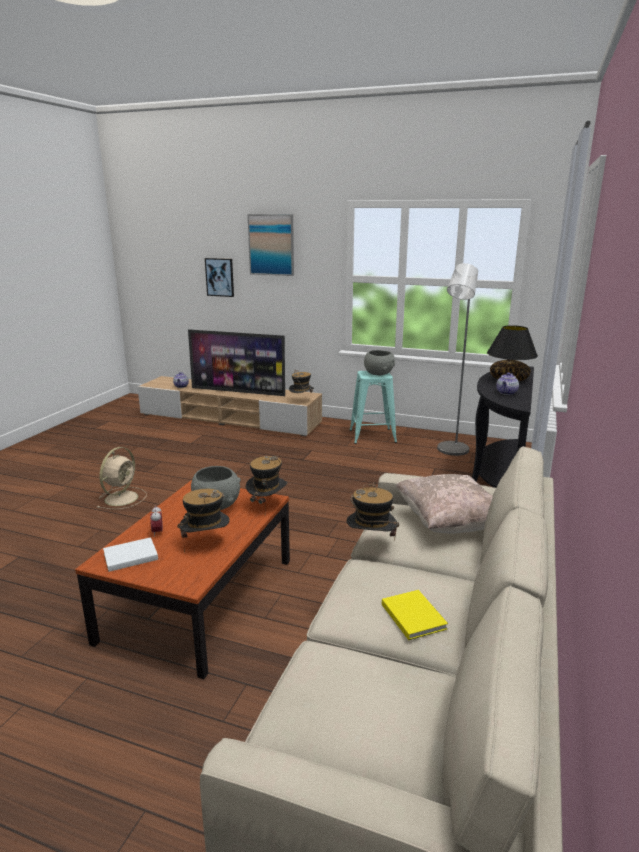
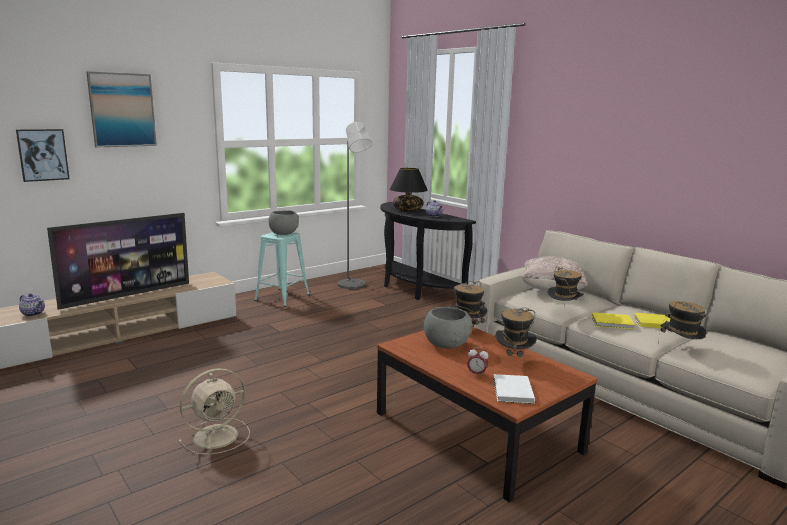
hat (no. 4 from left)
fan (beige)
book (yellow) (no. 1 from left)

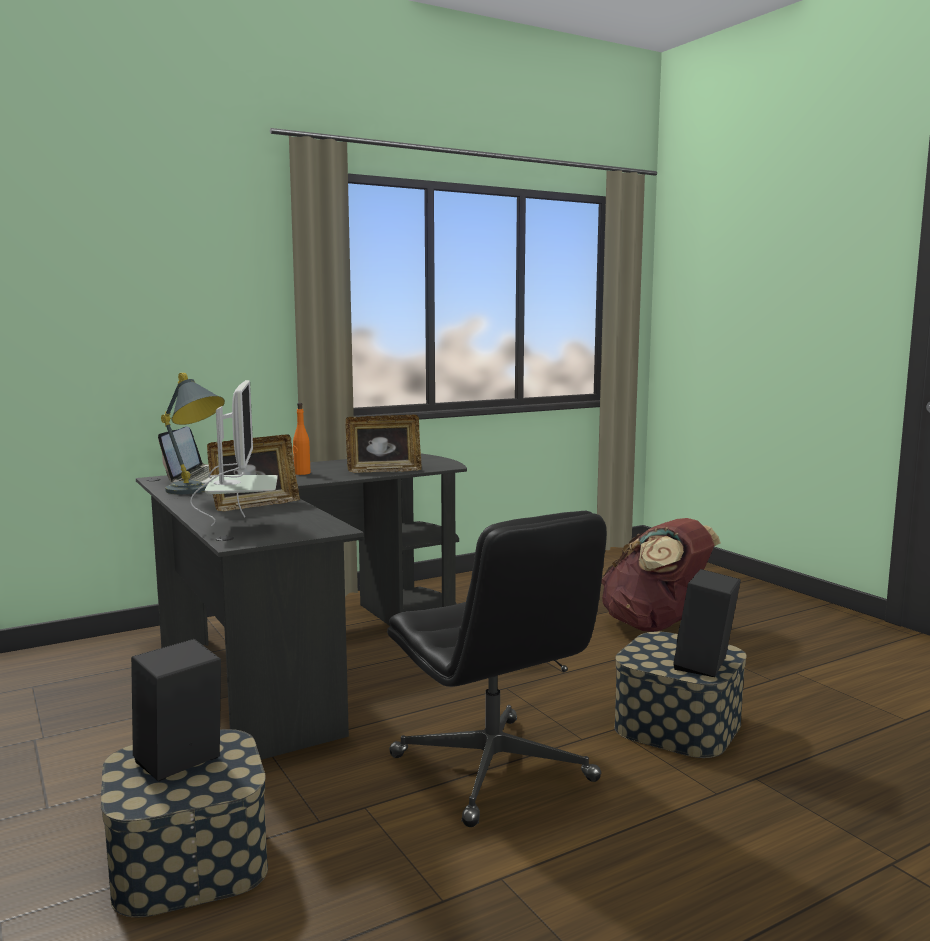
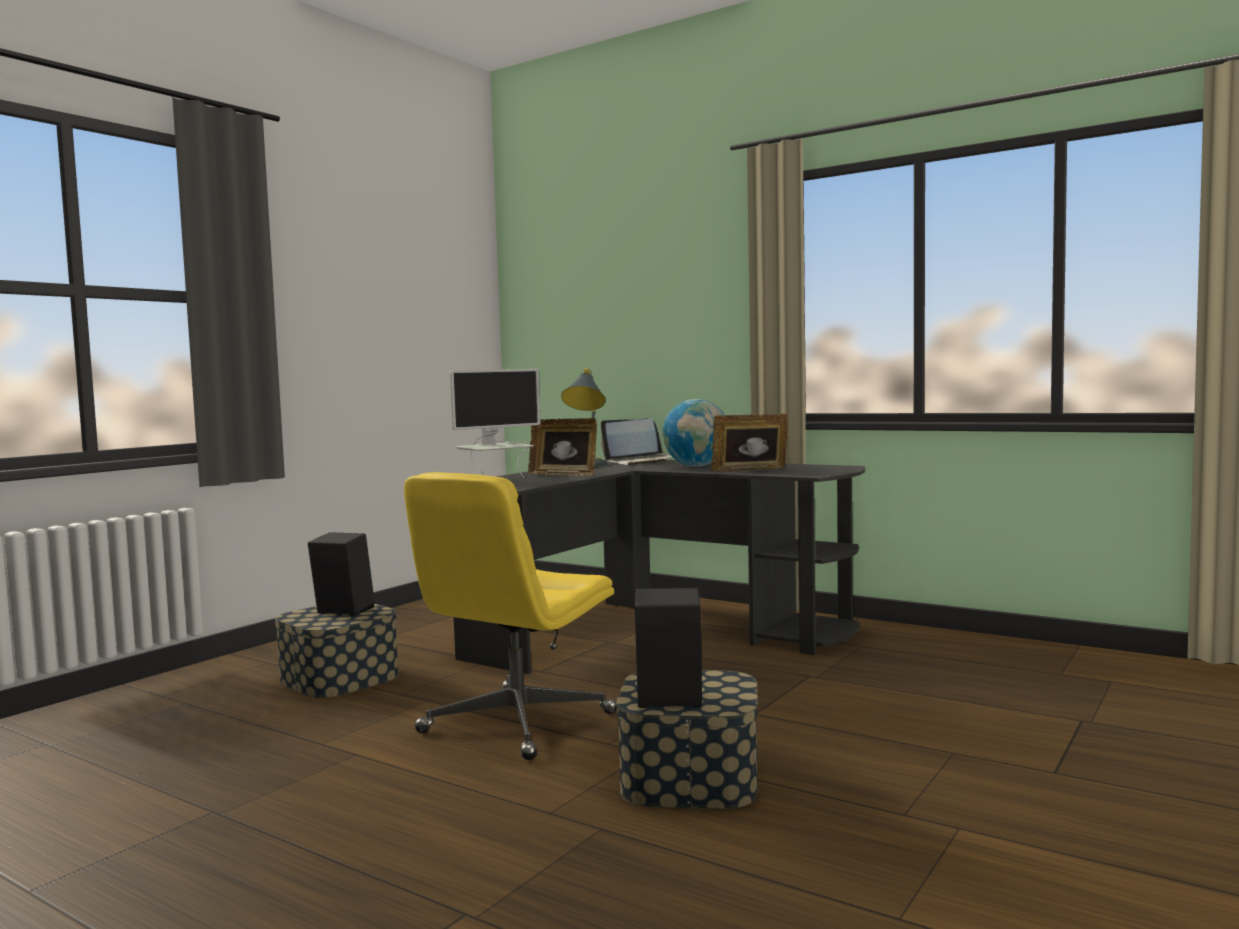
globe
picture frame (no. 2 from left)
office chair (yellow)
backpack (brown)

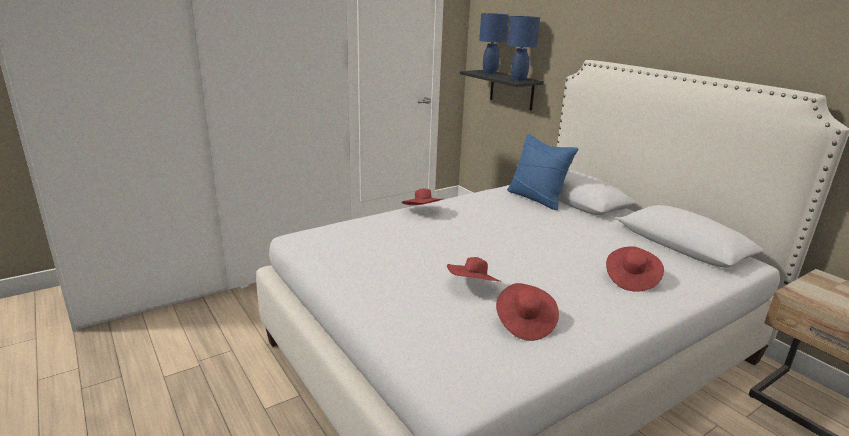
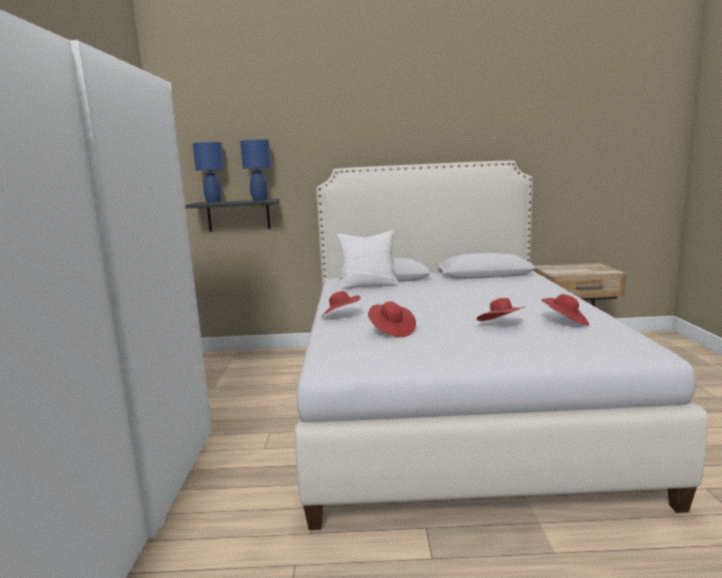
pillow (white)
hat (red) (no. 2 from left)

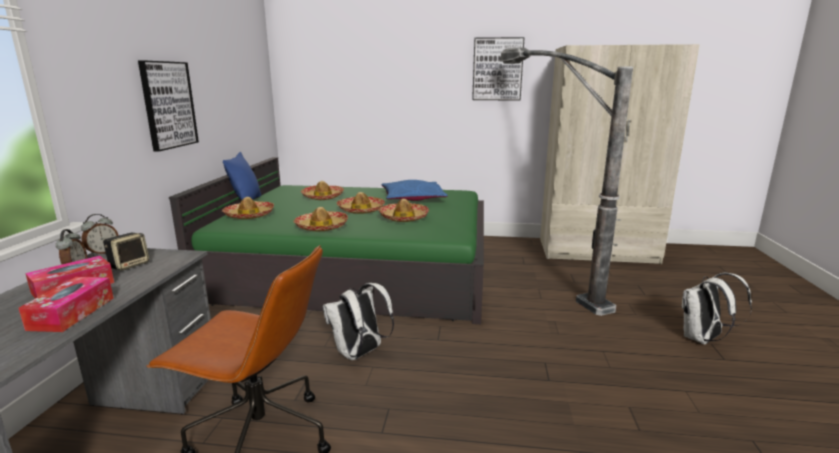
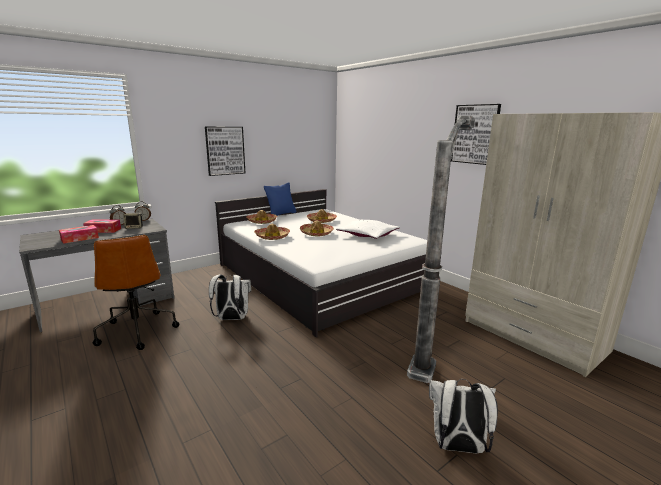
bed (white)
pillow (white)
hat (no. 5 from left in the first image)

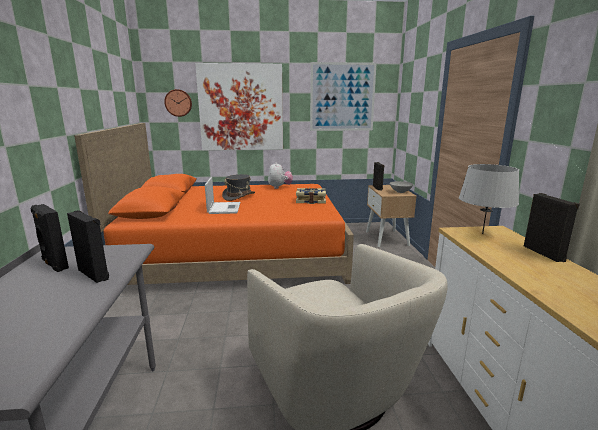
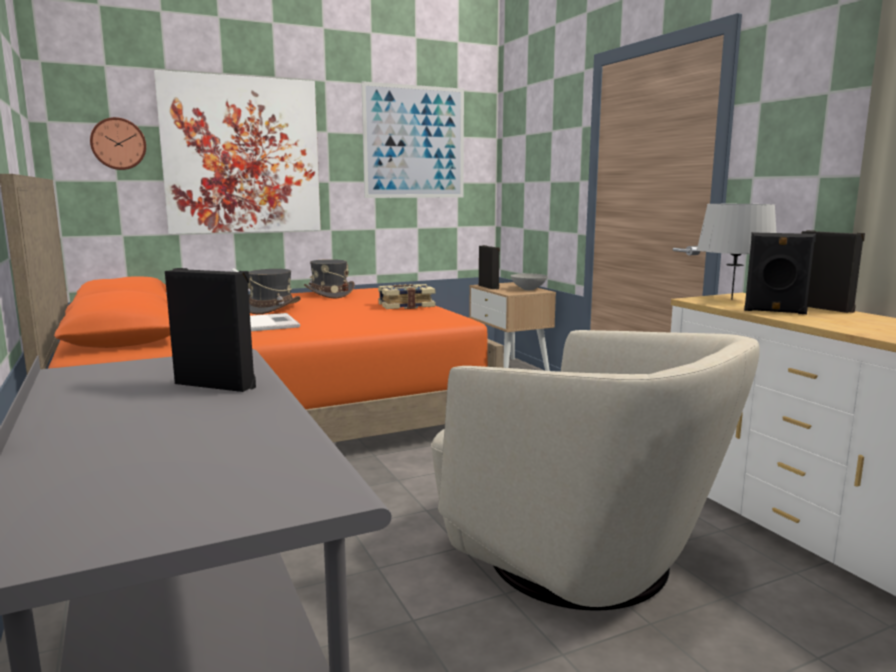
hat (grey) (no. 2 from left)
speaker (black) (no. 3 from left)

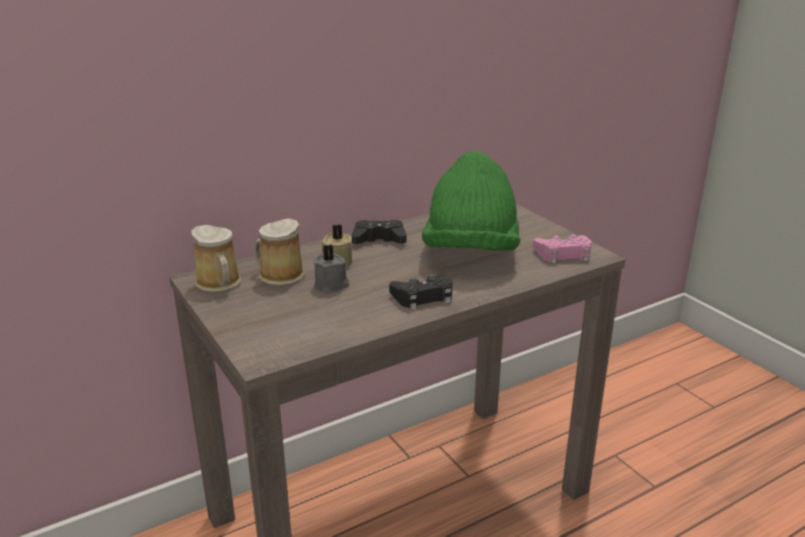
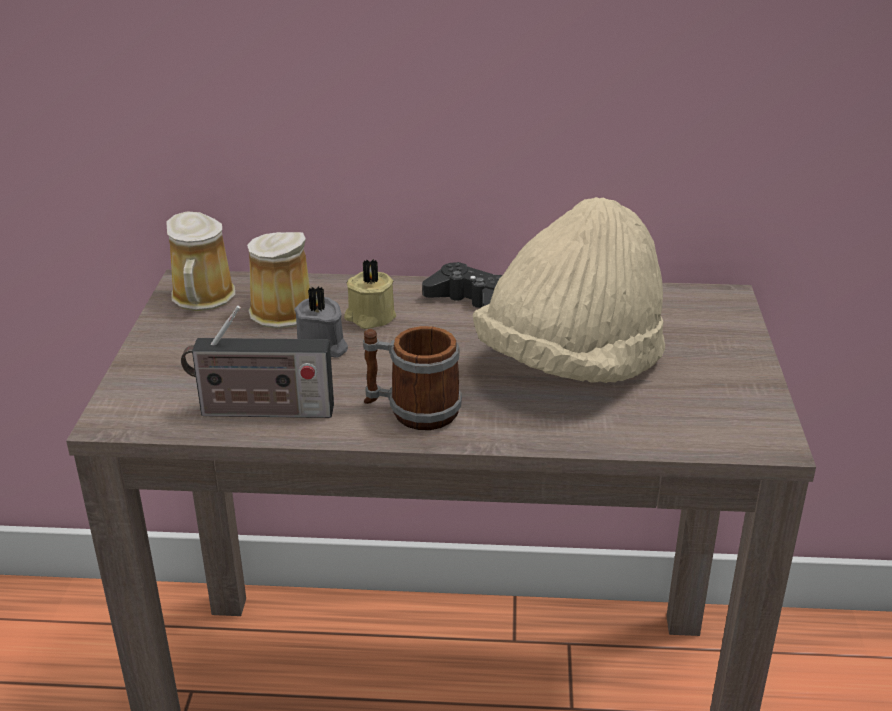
hat (beige)
game controller (pink)
mug (no. 3 from left)
radio

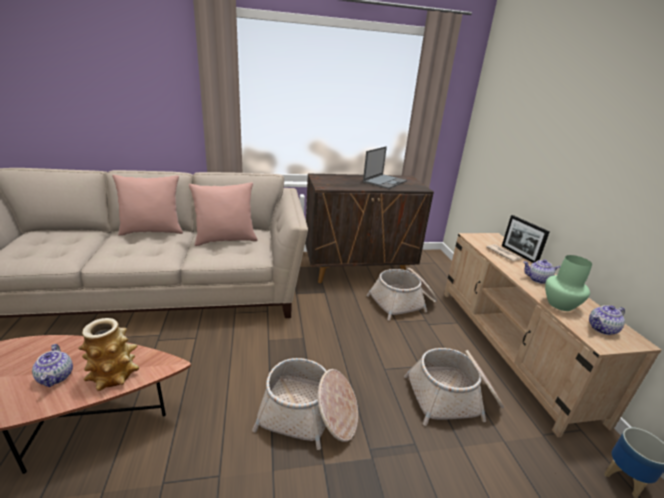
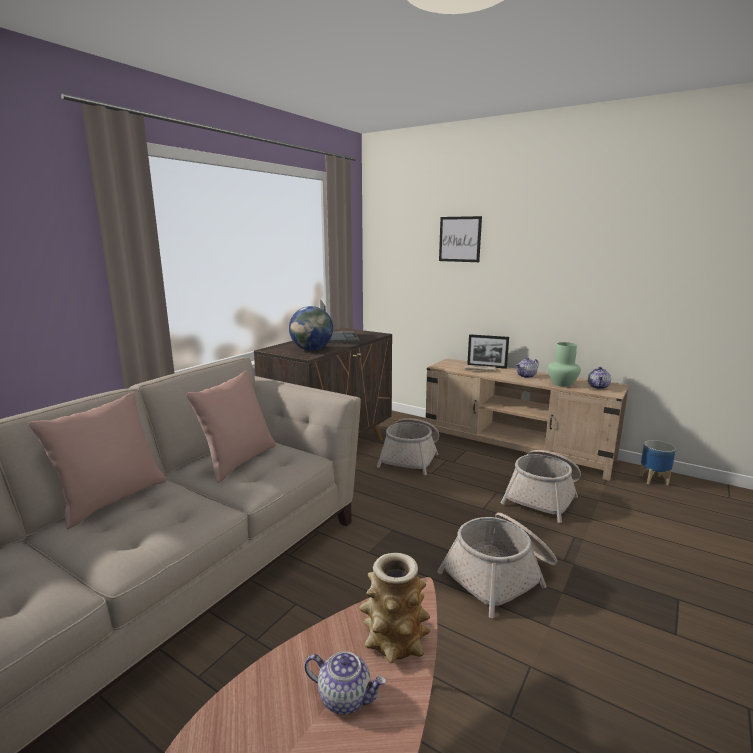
picture
globe

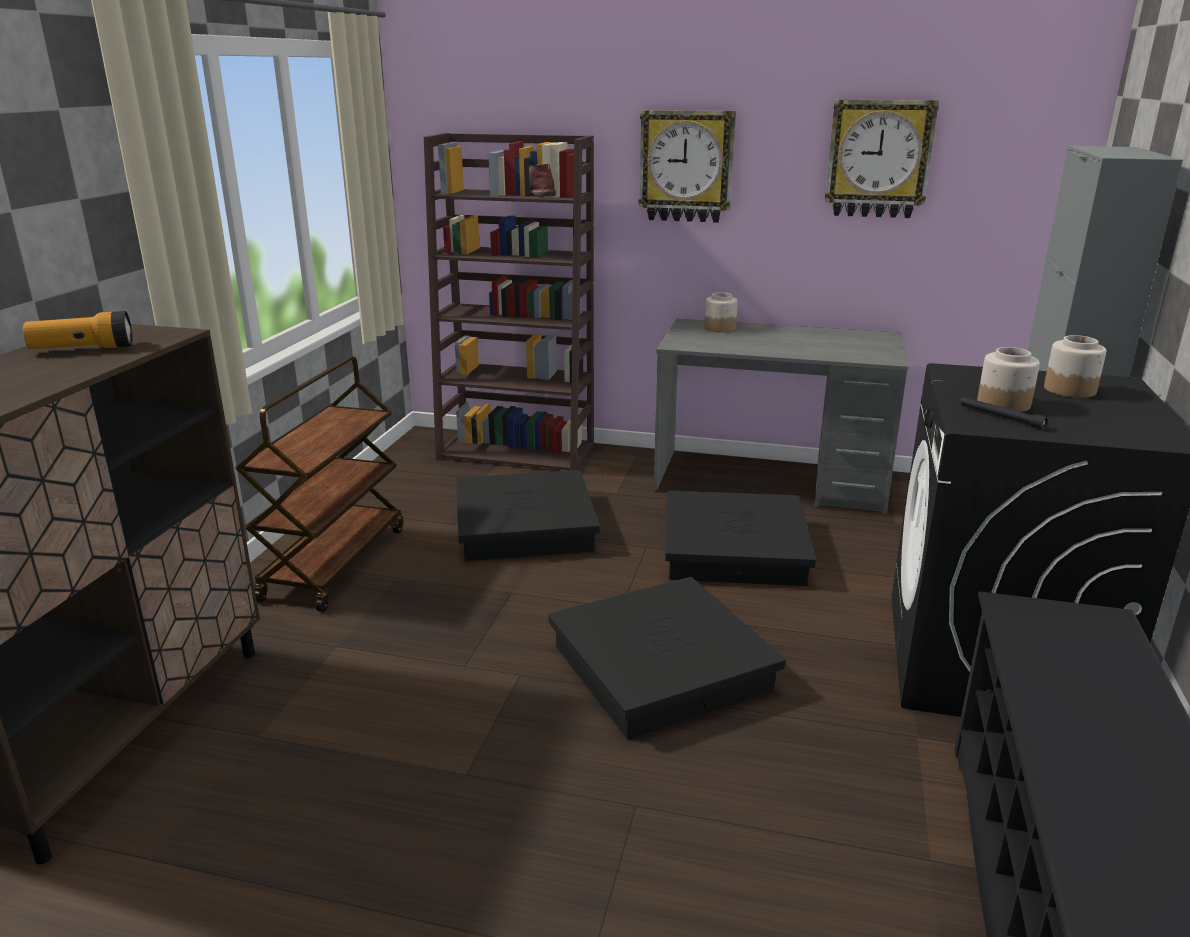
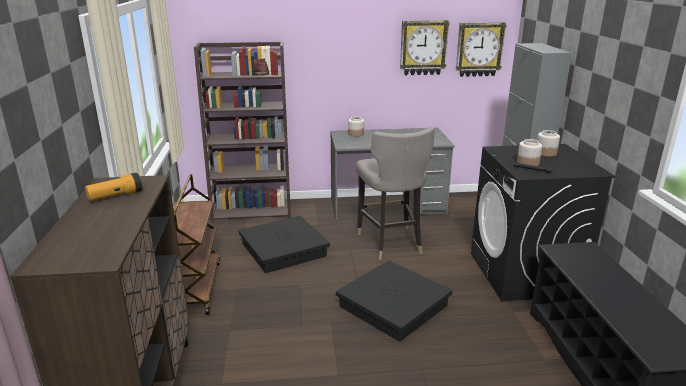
wall clock (no. 2 from left)
stool (grey)

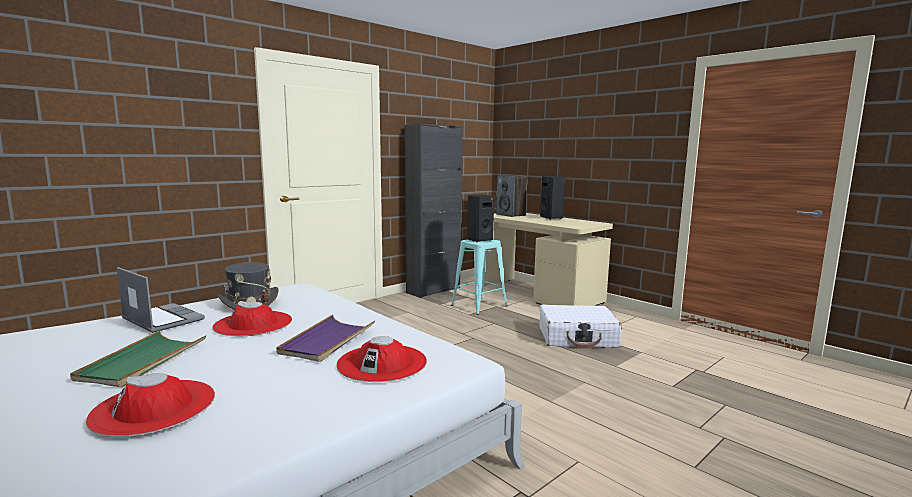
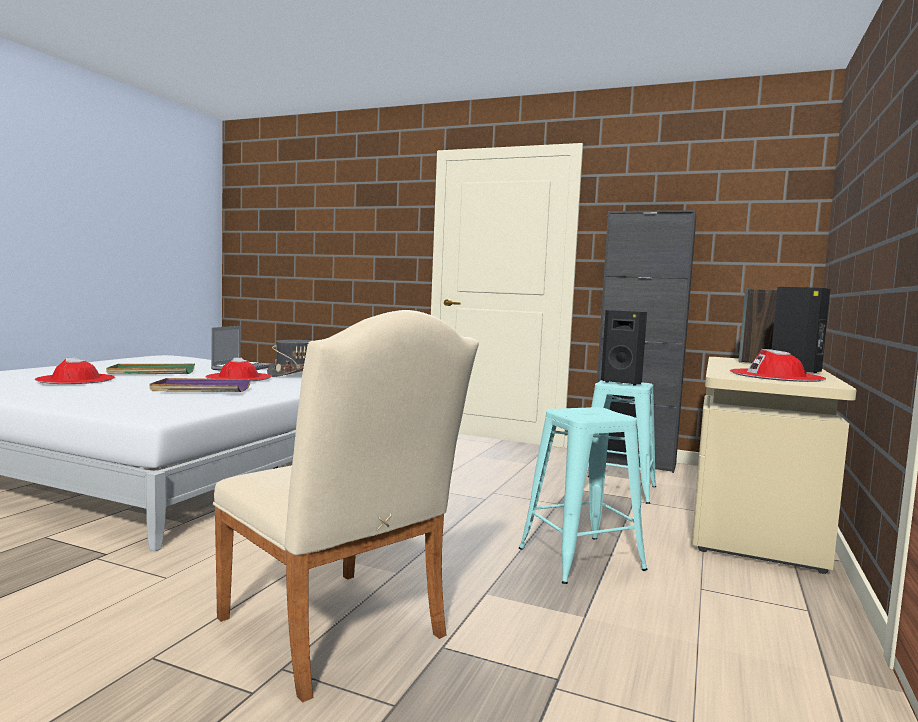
stool (turquoise) (no. 1 from left)
hat (red) (no. 3 from left)
chair (beige)

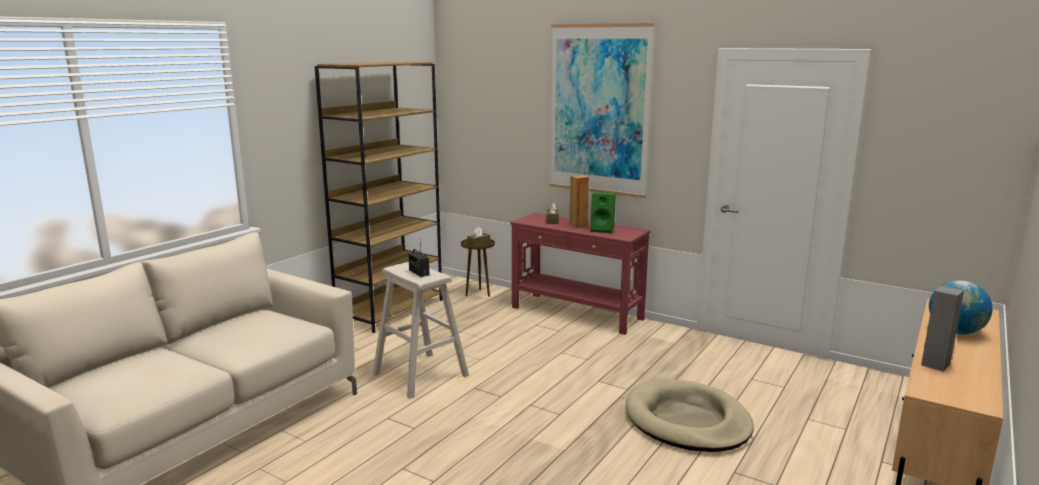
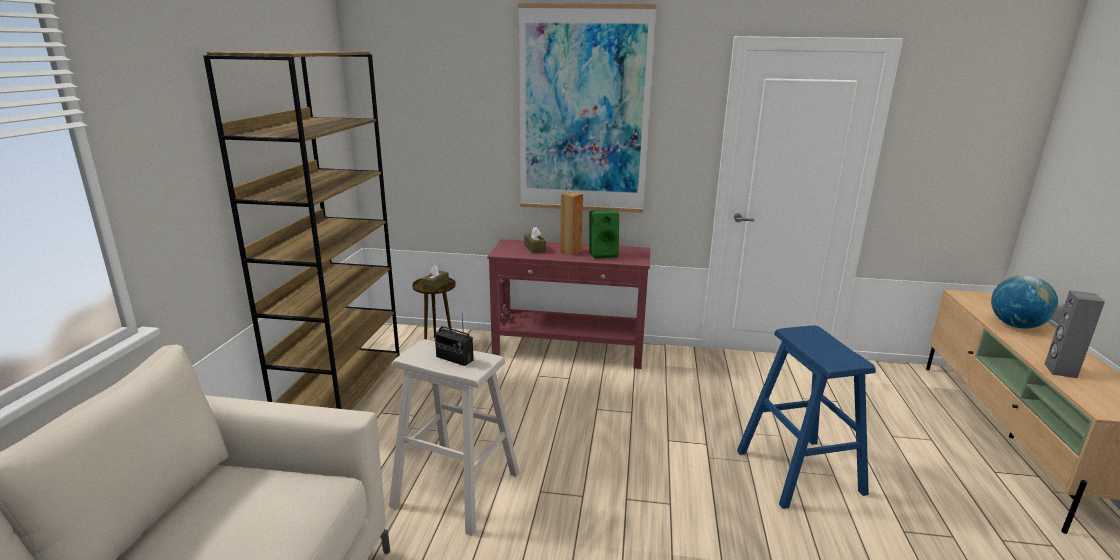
stool (blue)

